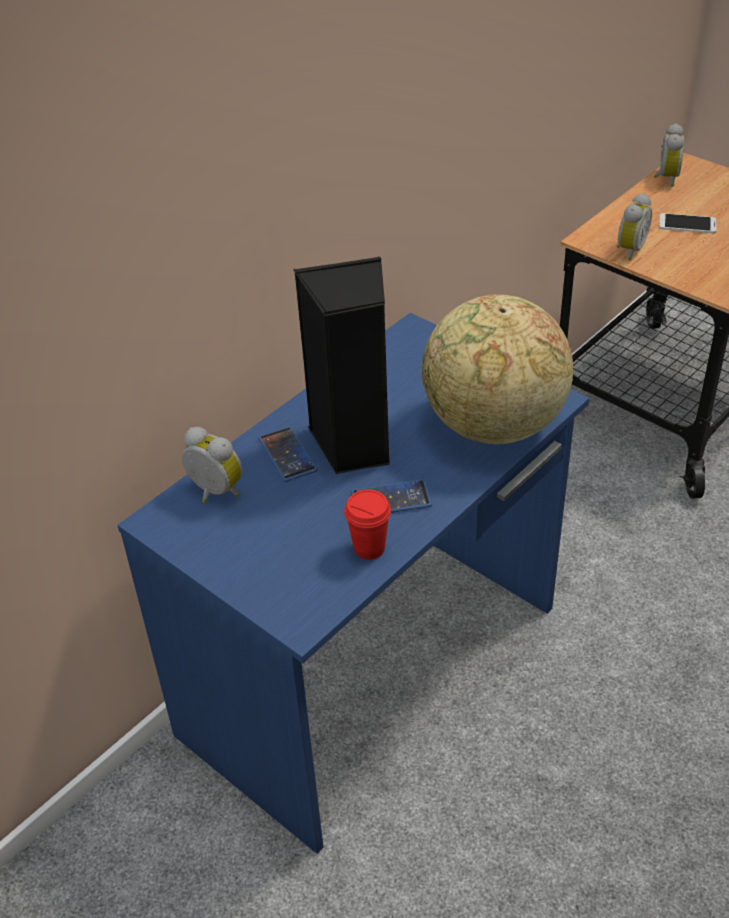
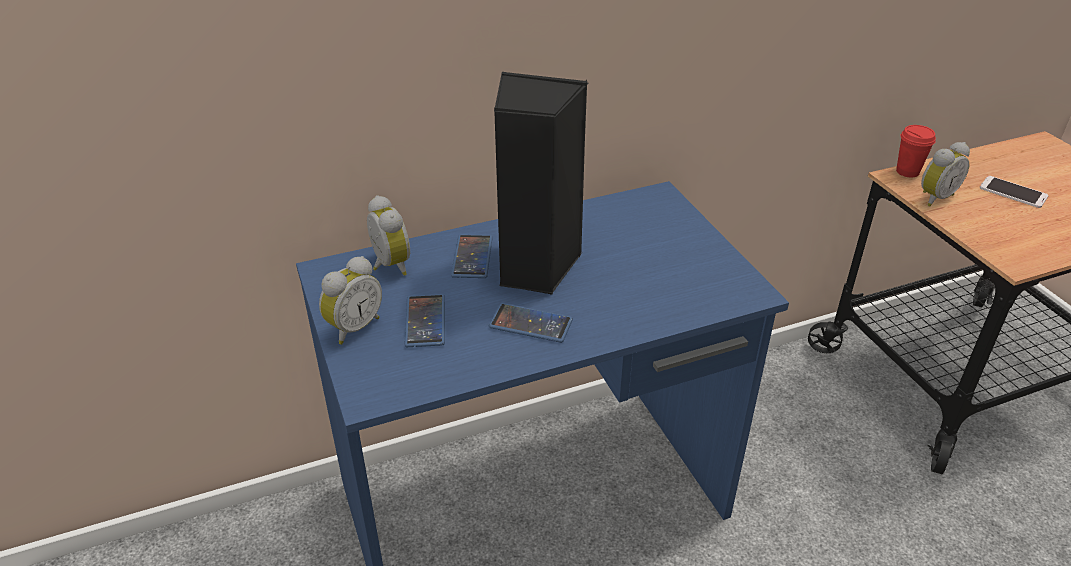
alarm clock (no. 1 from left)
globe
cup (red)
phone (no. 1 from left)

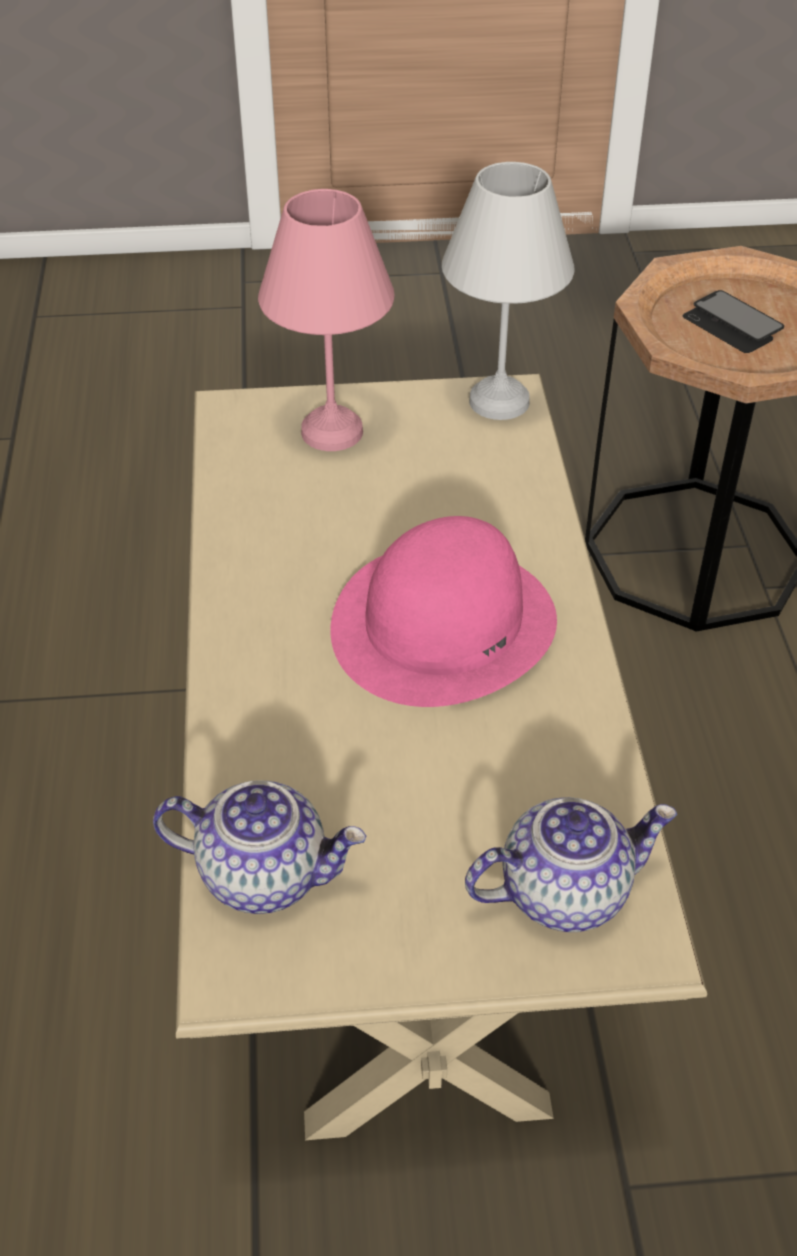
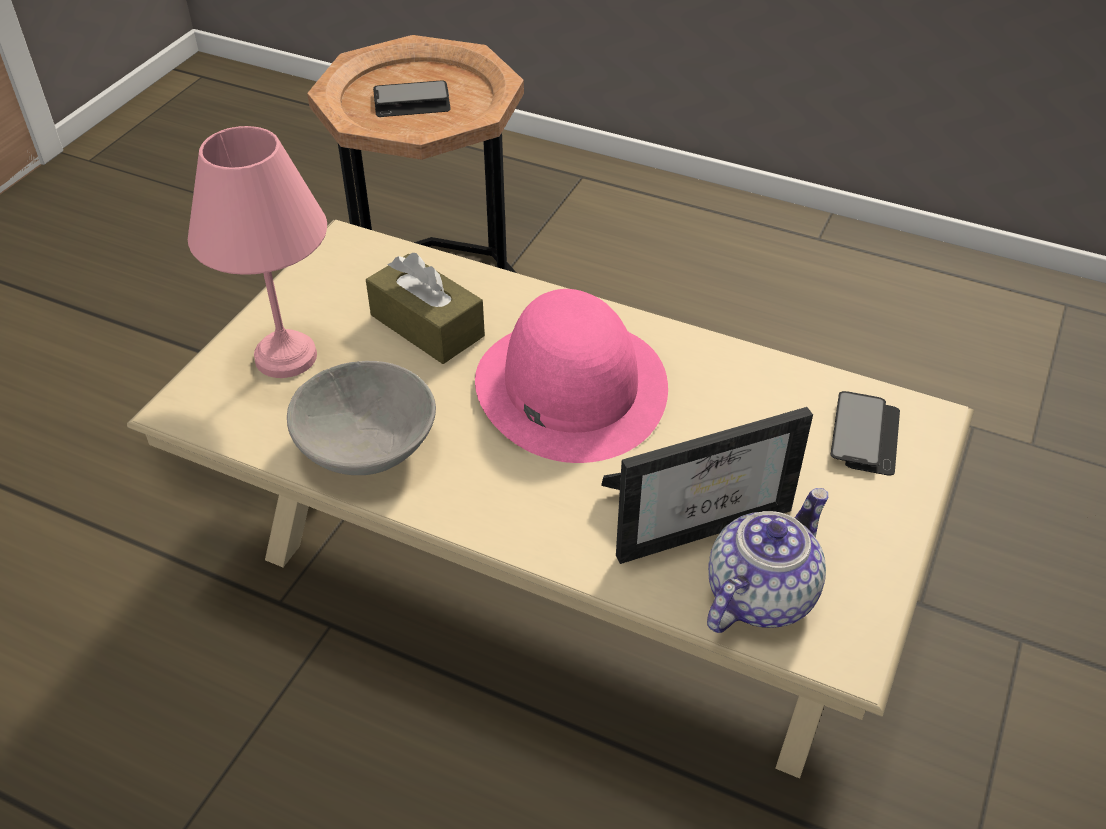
table lamp (white)
phone (no. 2 from left)
tissue box (brown)
bowl (grey)
picture frame

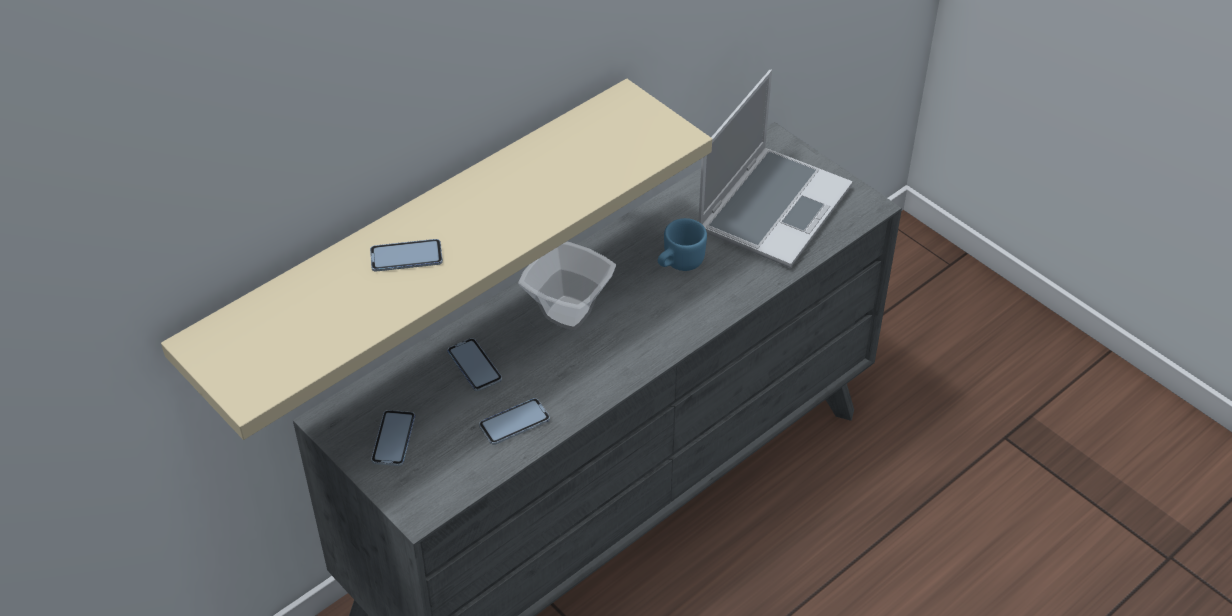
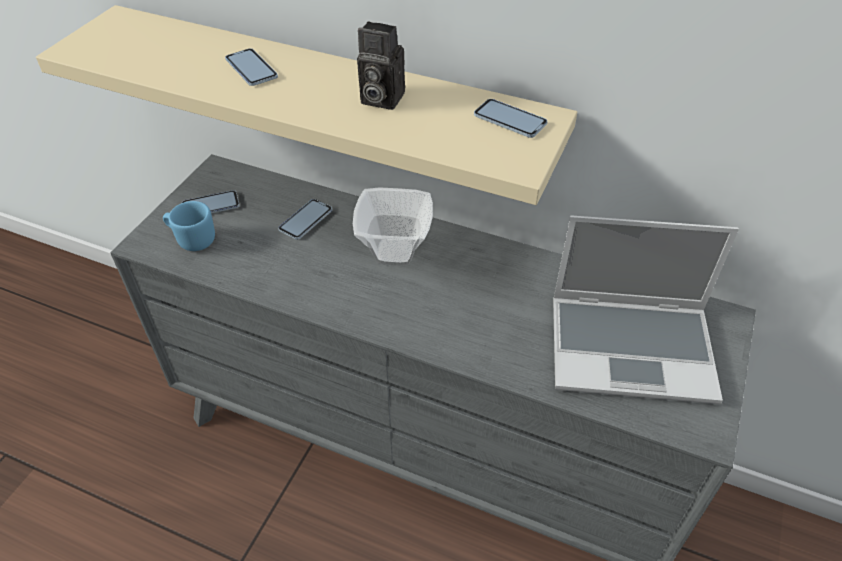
mug (blue)
phone (no. 4 from left)
photo camera

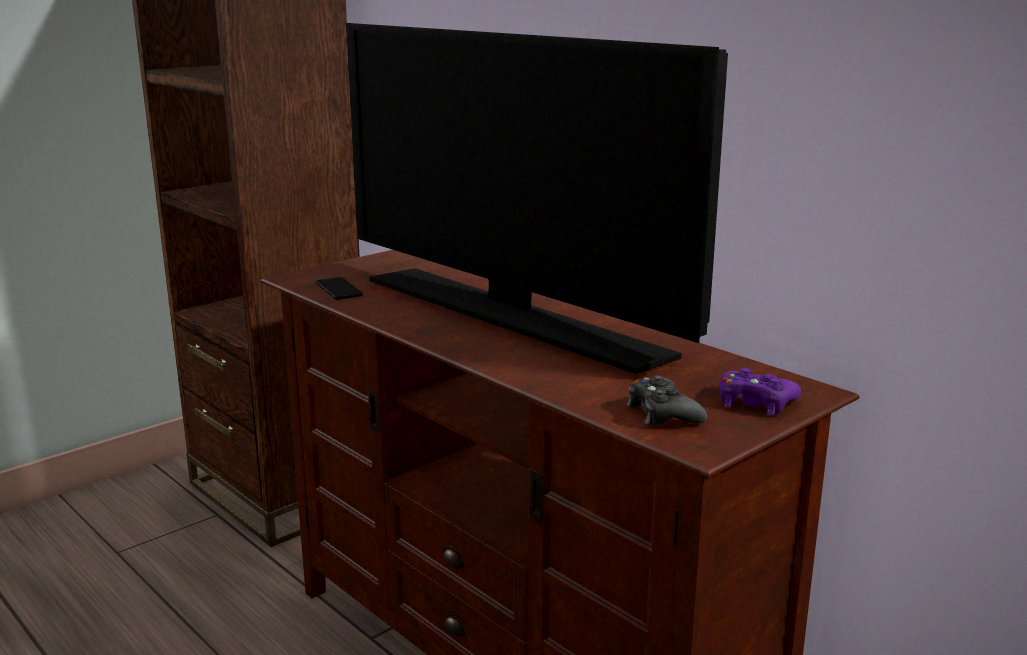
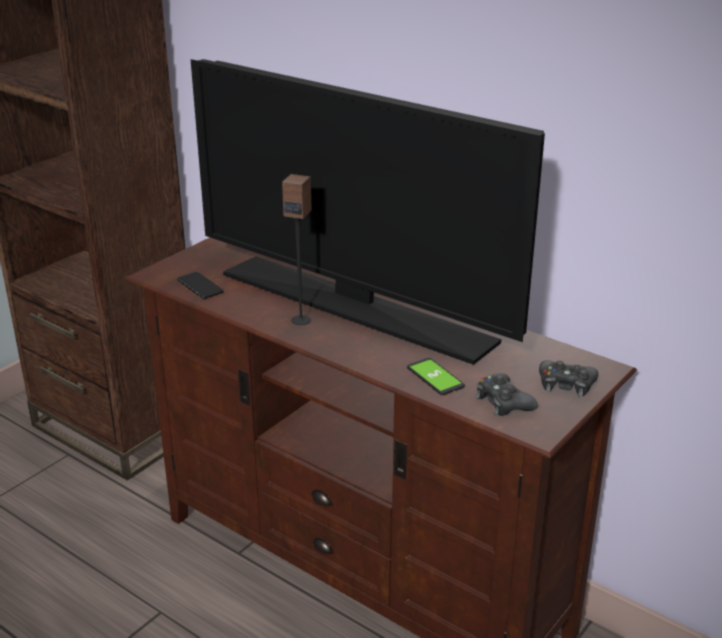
game controller (black) (no. 2 from left)
speaker
phone (no. 2 from left)

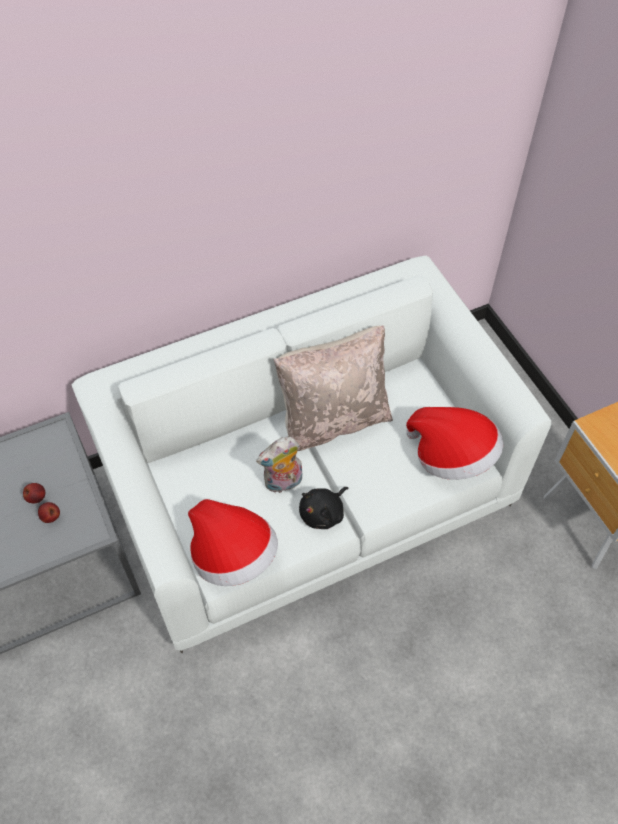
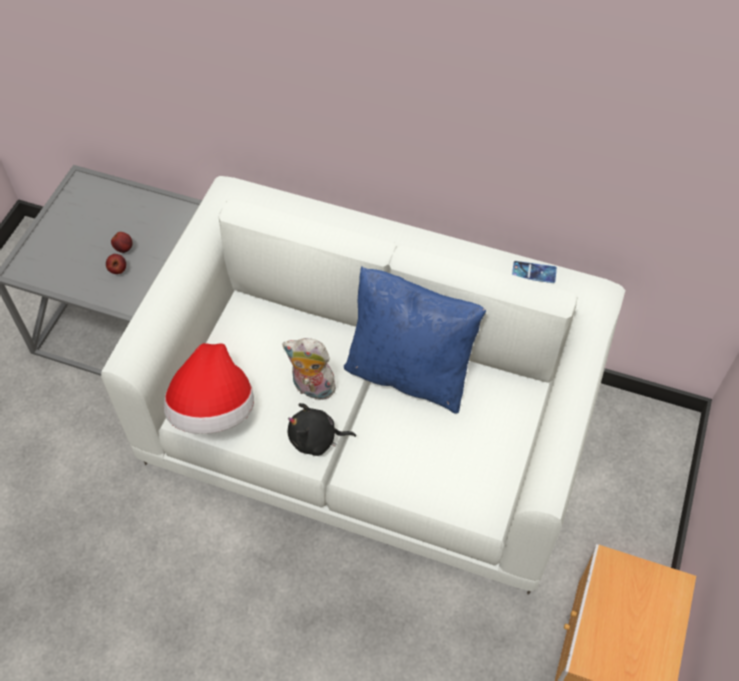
pillow (blue)
hat (no. 2 from left in the first image)
phone

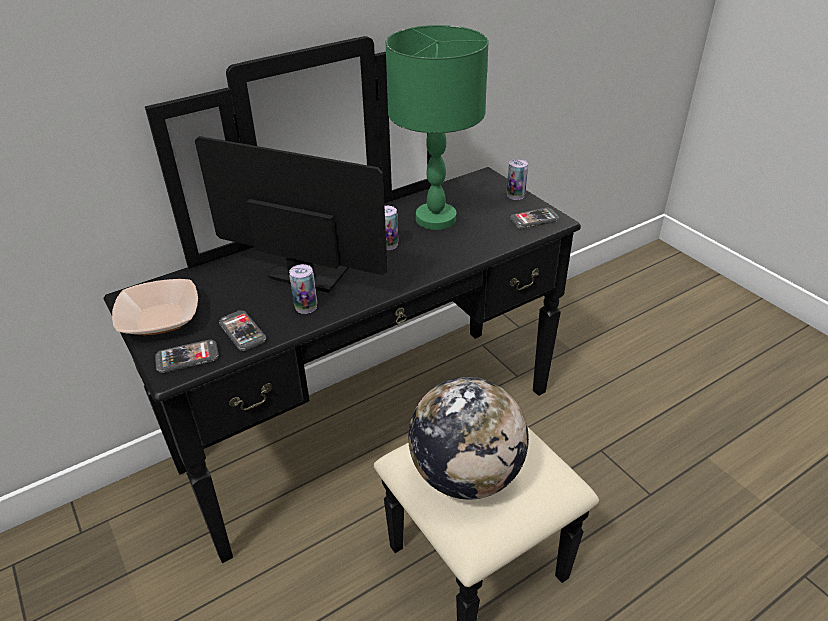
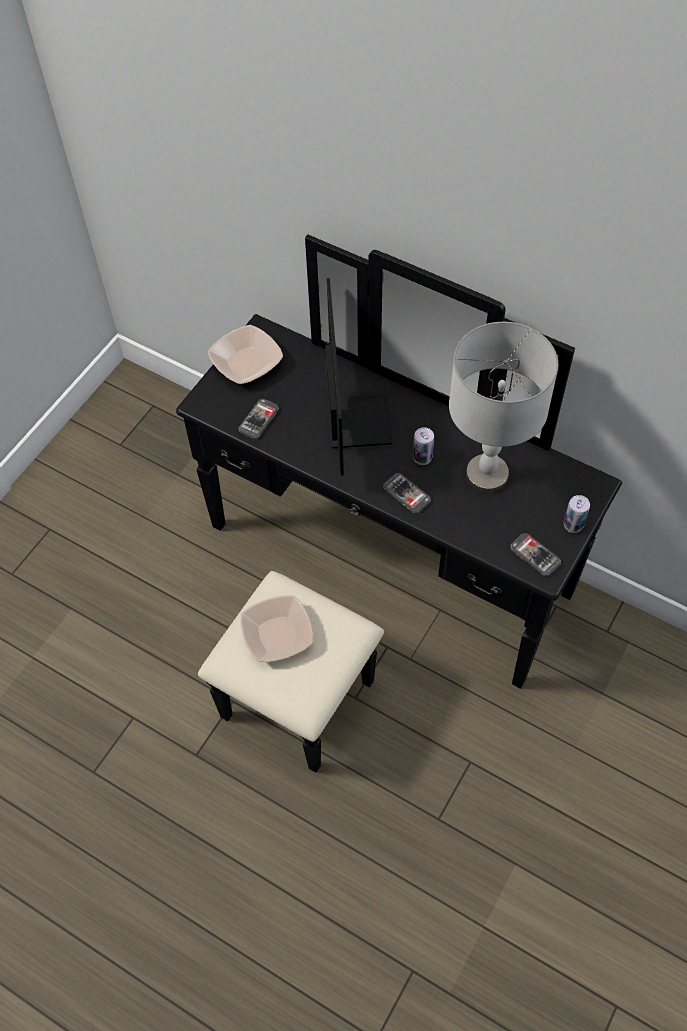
table lamp (grey)
can (no. 1 from left in the first image)
phone (no. 2 from left)
bowl (no. 2 from left)

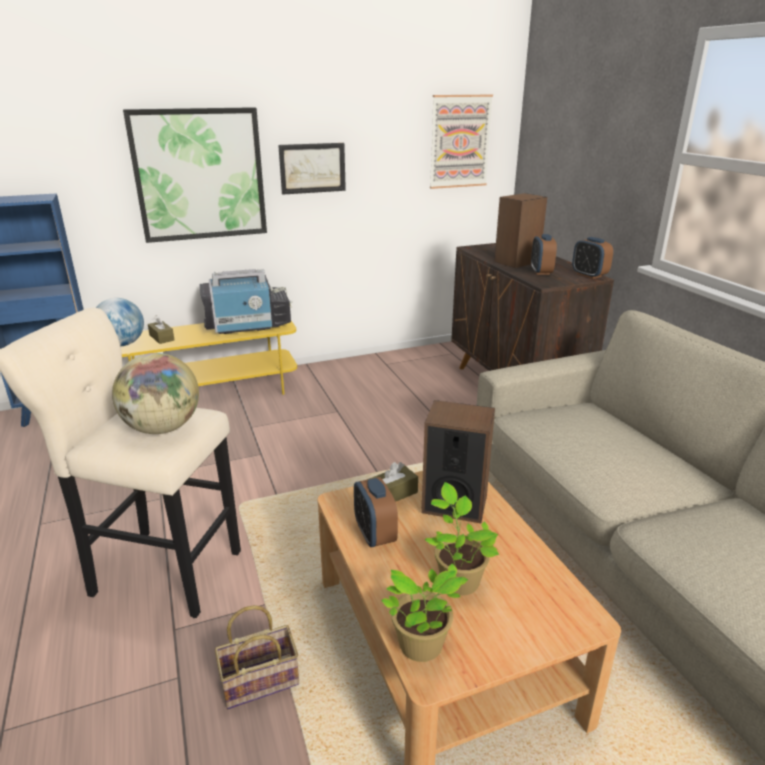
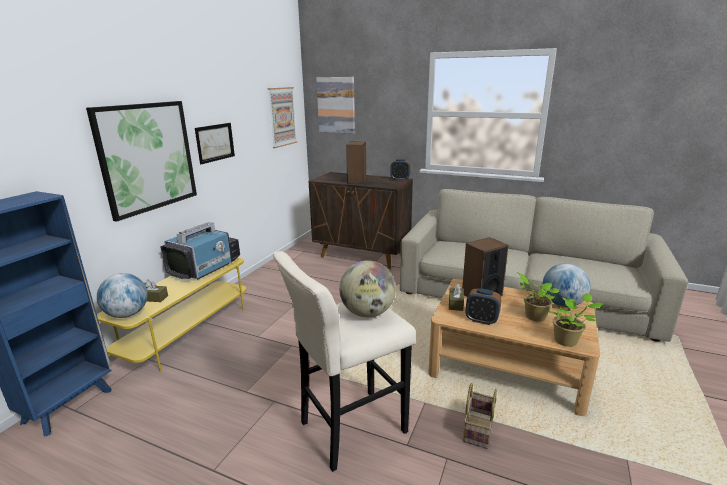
alarm clock (no. 2 from left in the first image)
picture (no. 4 from left)
globe (no. 3 from left)

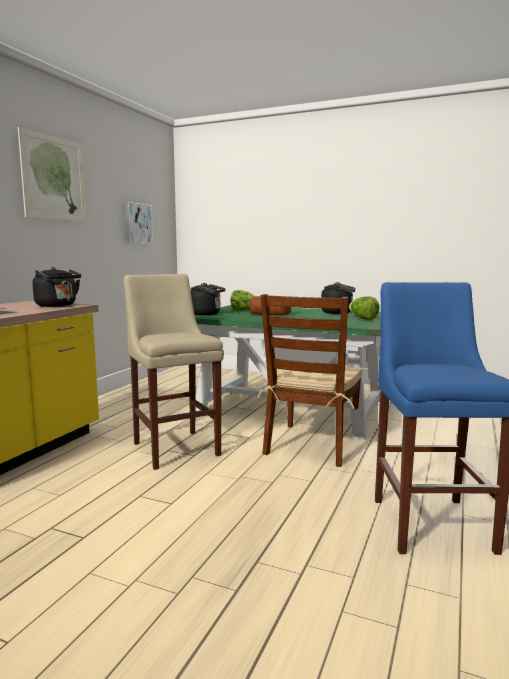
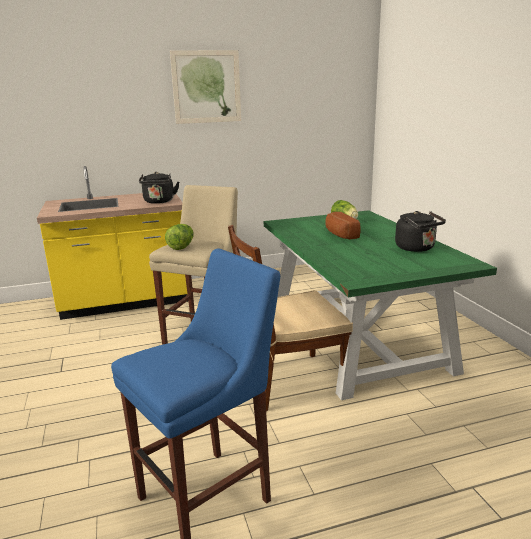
picture (no. 2 from left in the first image)
kettle (black) (no. 2 from left in the first image)
lettuce (no. 1 from left)

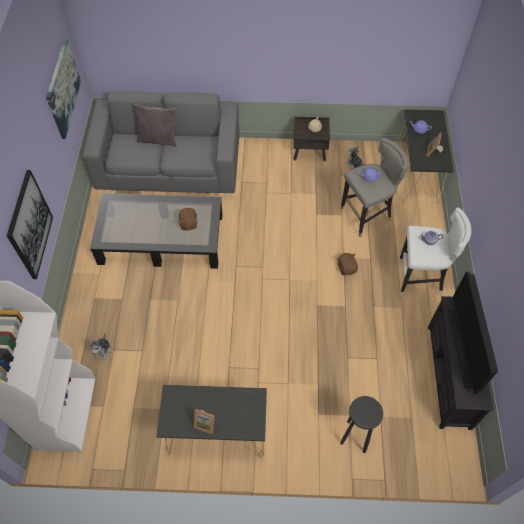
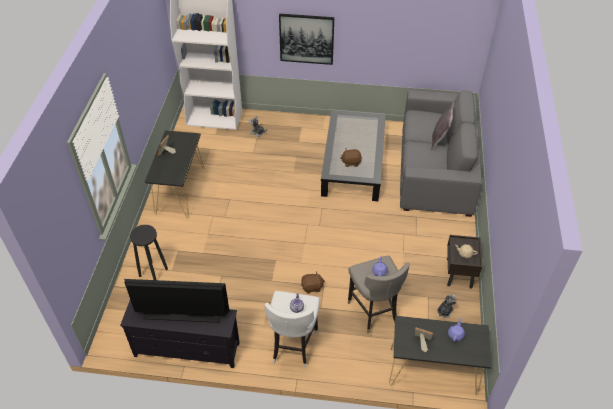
picture (no. 2 from left in the first image)

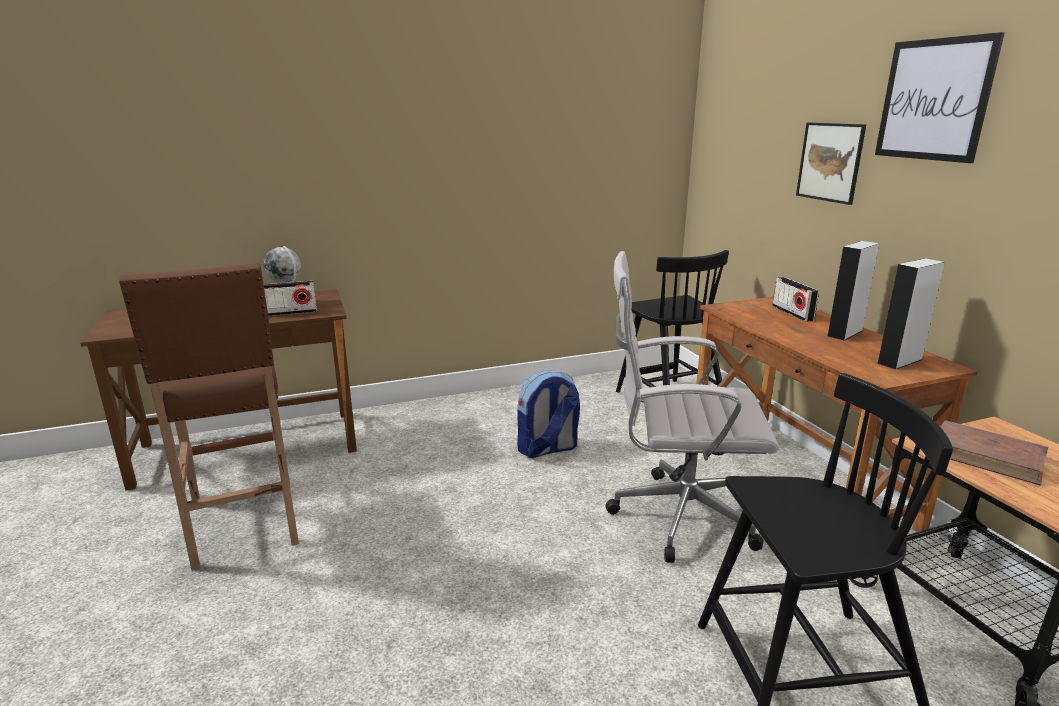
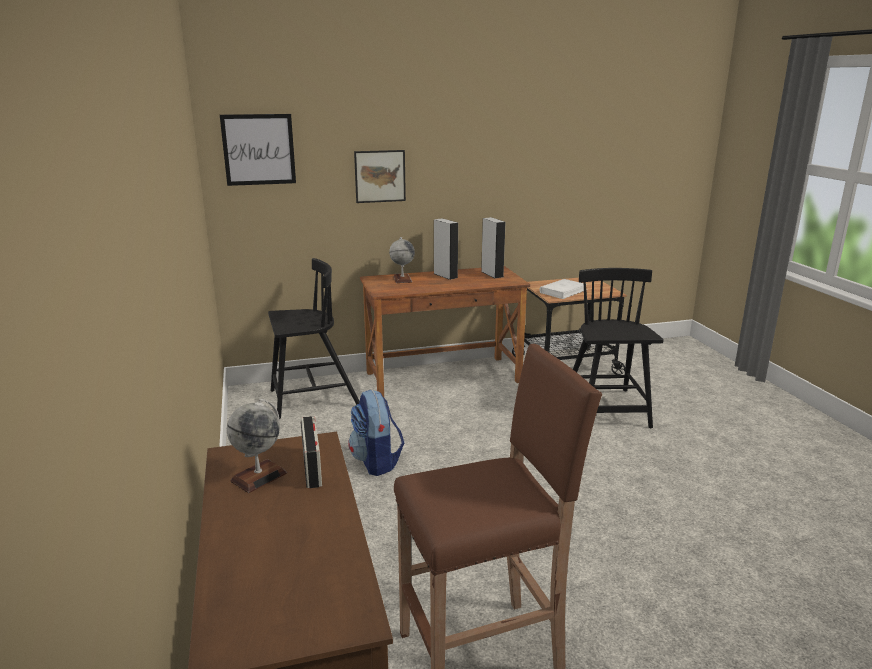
picture (no. 1 from left)
office chair (white)
globe (no. 2 from left)
book (white)

